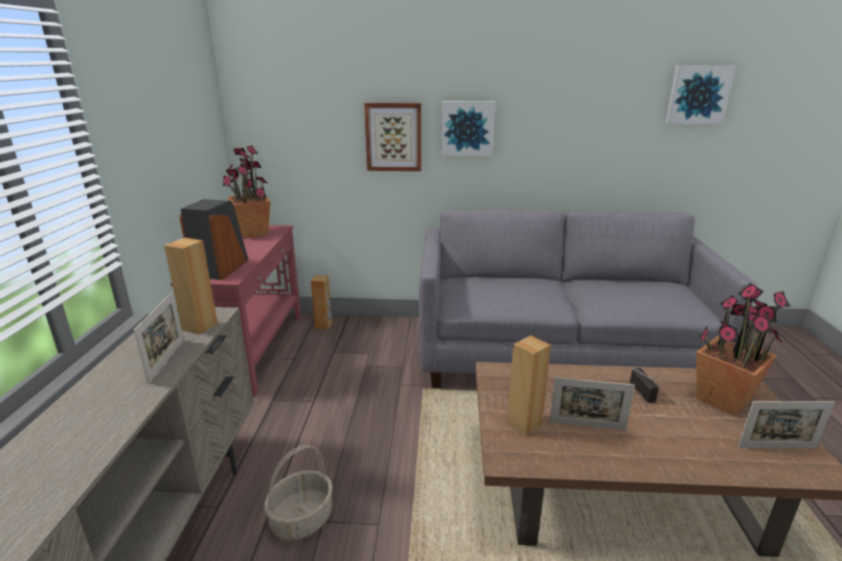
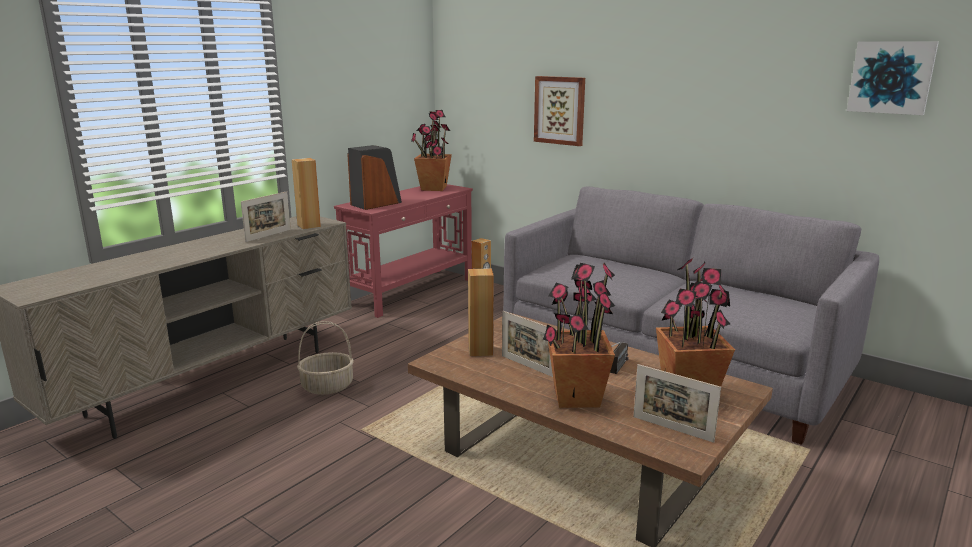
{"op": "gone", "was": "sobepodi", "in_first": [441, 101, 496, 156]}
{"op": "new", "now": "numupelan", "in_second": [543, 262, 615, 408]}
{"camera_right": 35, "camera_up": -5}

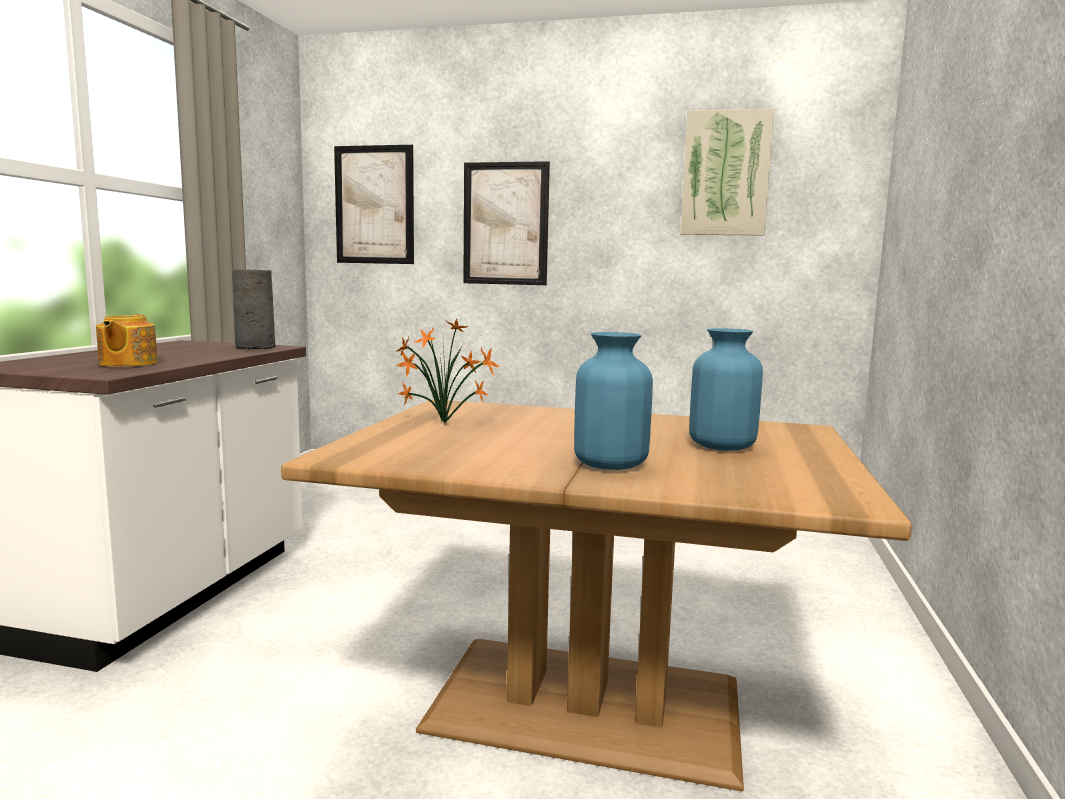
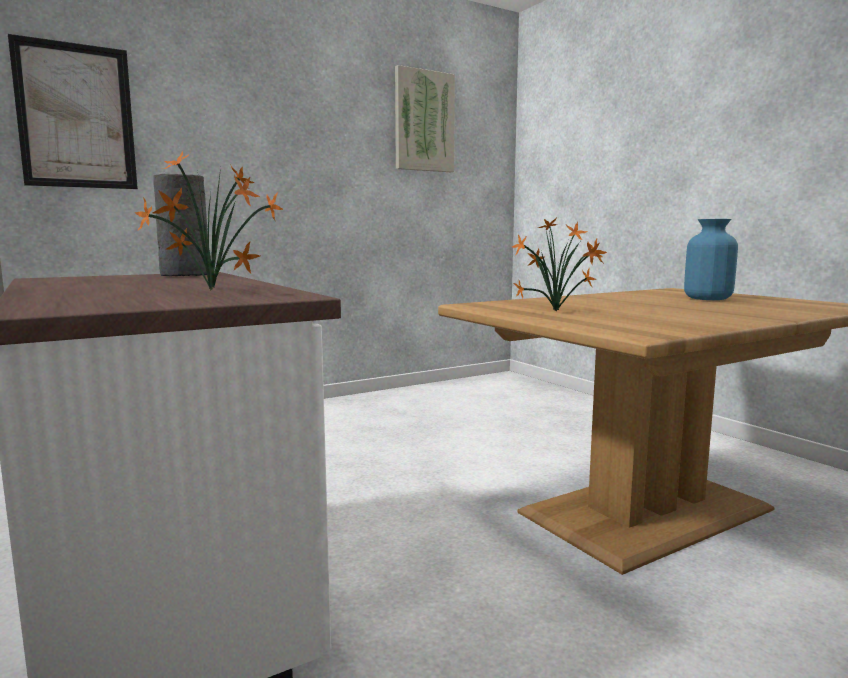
{"op": "gone", "was": "sobepodi", "in_first": [463, 161, 550, 285]}
{"op": "gone", "was": "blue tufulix", "in_first": [574, 332, 653, 470]}
{"op": "swapped", "was": "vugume", "now": "numupelan", "in_first": [96, 314, 158, 367], "in_second": [135, 151, 283, 290]}
{"camera_right": -45, "camera_up": 0}

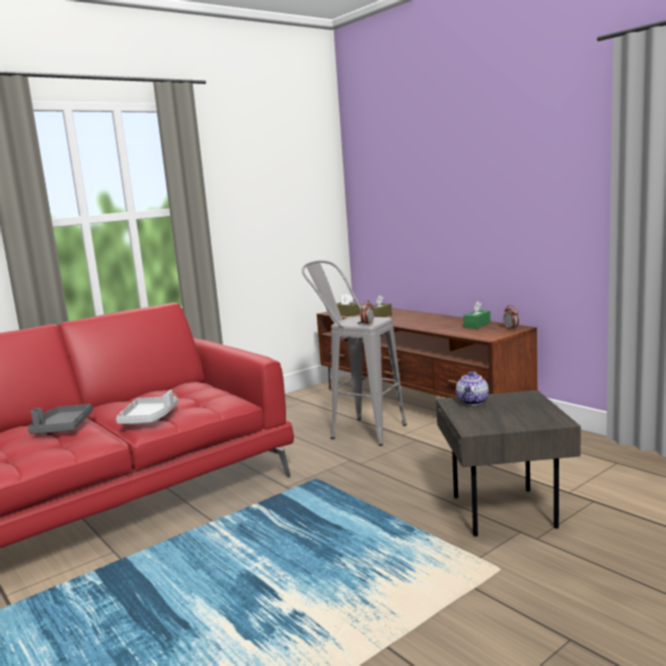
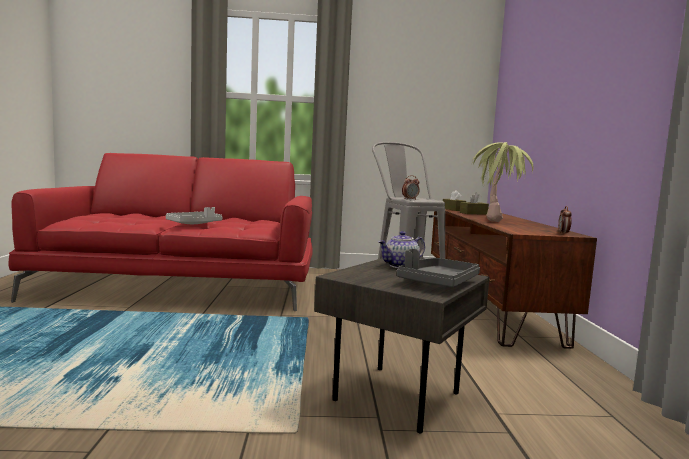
{"op": "gone", "was": "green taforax", "in_first": [463, 301, 490, 329]}
{"op": "new", "now": "numupelan", "in_second": [472, 142, 533, 222]}
{"op": "shifted", "was": "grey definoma", "in_first": [28, 404, 93, 434], "in_second": [397, 249, 480, 287]}
{"camera_right": 35, "camera_up": -5}

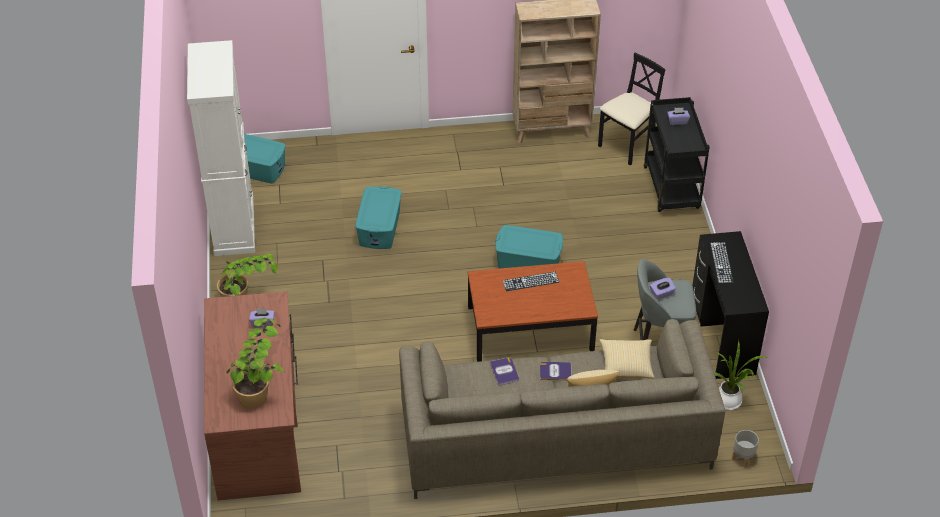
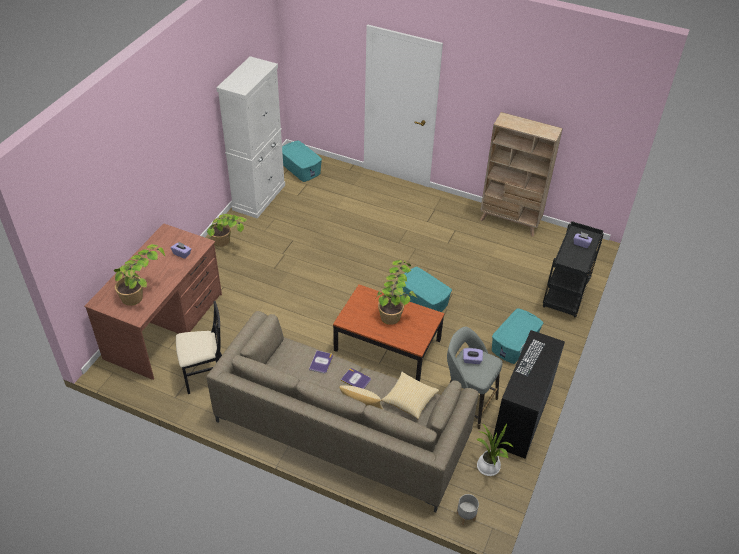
{"op": "shifted", "was": "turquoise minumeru", "in_first": [355, 186, 402, 249], "in_second": [492, 308, 543, 364]}
{"op": "shifted", "was": "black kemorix", "in_first": [598, 53, 666, 165], "in_second": [176, 301, 222, 394]}
{"op": "swapped", "was": "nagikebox", "now": "numupelan", "in_first": [502, 271, 559, 291], "in_second": [375, 260, 417, 325]}
{"camera_right": 30, "camera_up": 0}

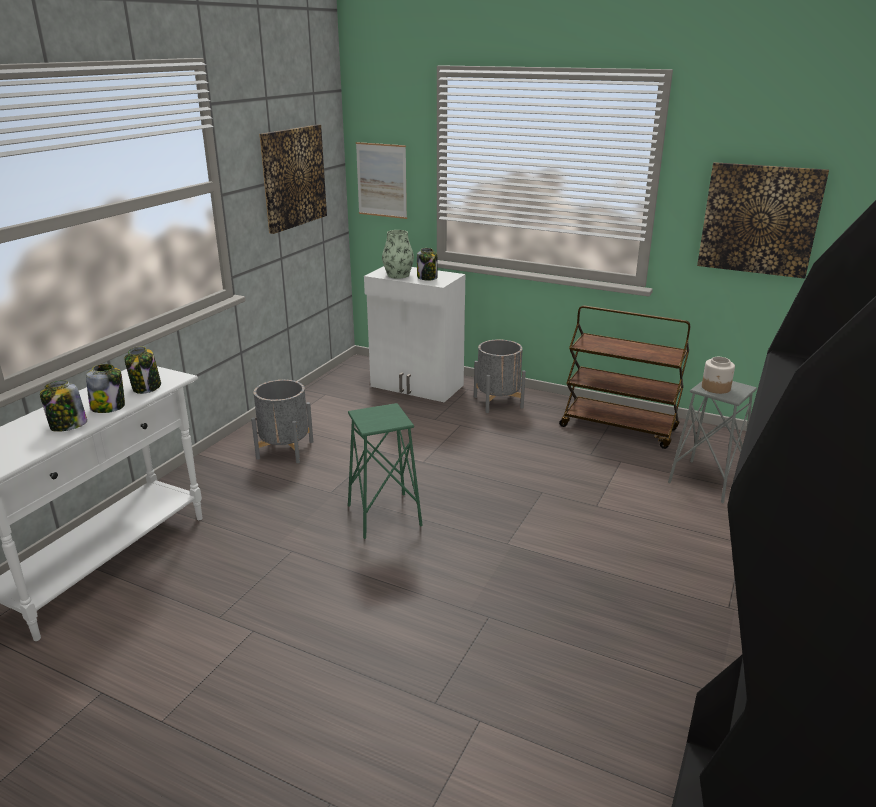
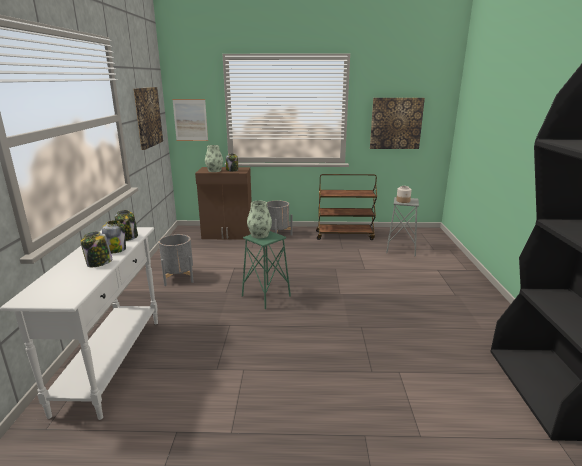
{"op": "new", "now": "tufulix", "in_second": [247, 201, 272, 238]}
{"op": "repainted", "was": "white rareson", "now": "brown rareson", "in_first": [364, 266, 465, 402], "in_second": [195, 167, 252, 240]}
{"camera_right": -25, "camera_up": -5}

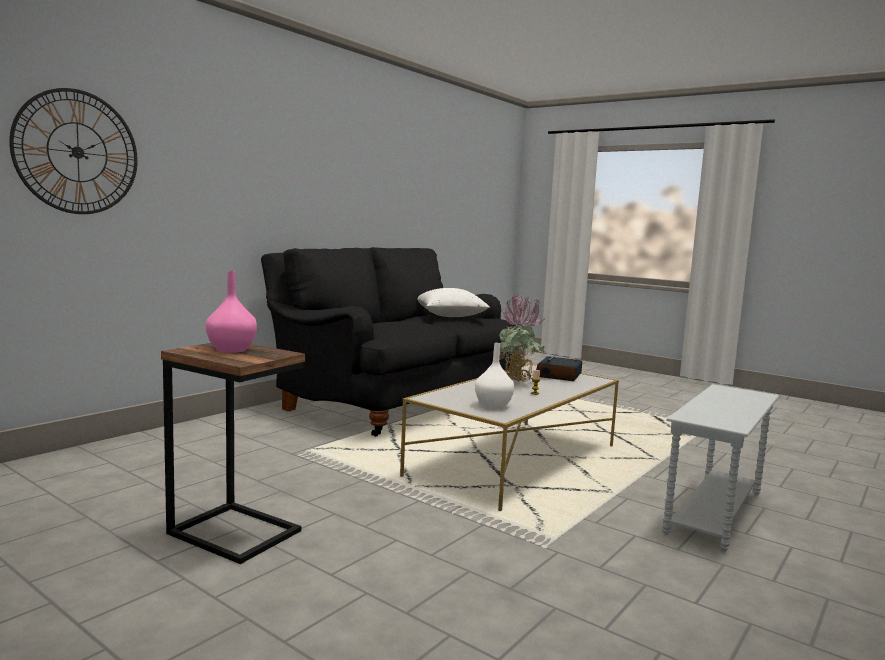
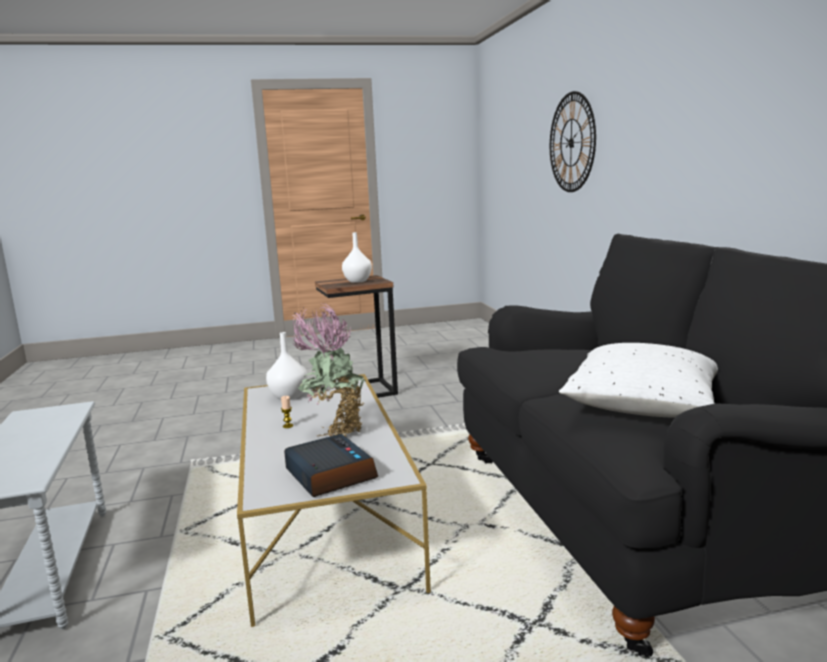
{"op": "repainted", "was": "pink tufulix", "now": "white tufulix", "in_first": [206, 271, 257, 353], "in_second": [342, 232, 372, 283]}
{"camera_right": 130, "camera_up": 5}

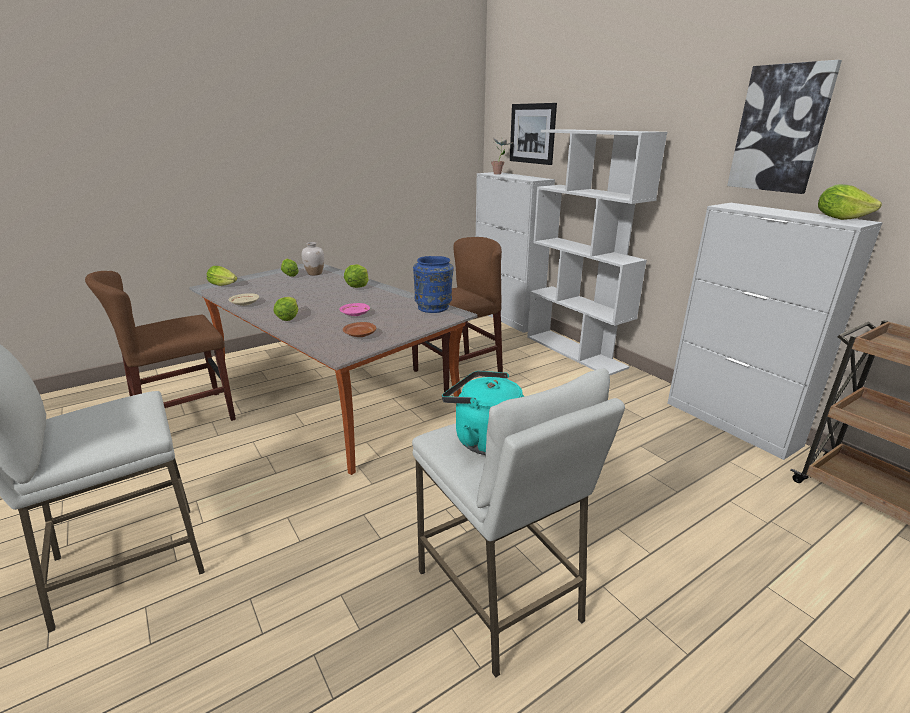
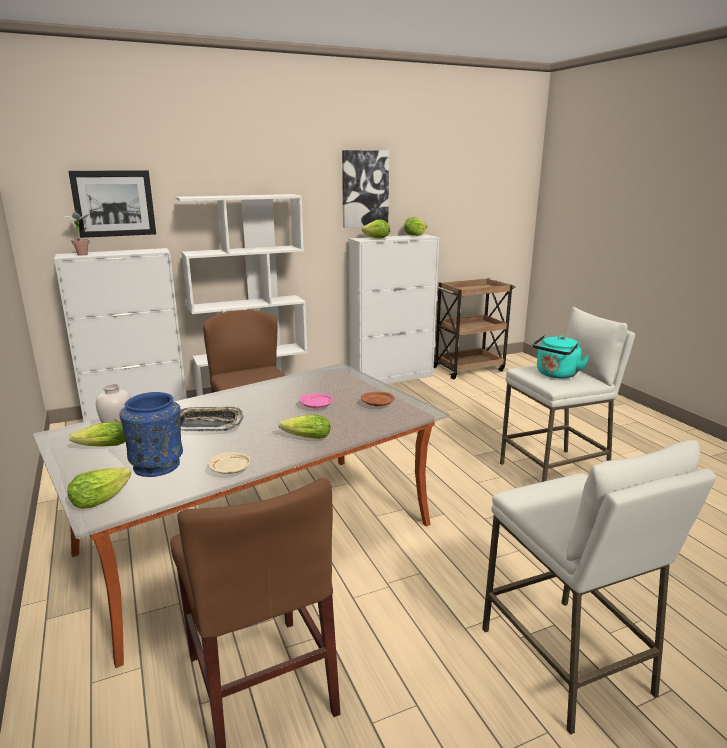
{"op": "new", "now": "definoma", "in_second": [180, 406, 244, 431]}
{"op": "shifted", "was": "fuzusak", "in_first": [344, 264, 369, 288], "in_second": [362, 220, 390, 239]}
{"op": "shifted", "was": "blue tufulix", "in_first": [413, 256, 454, 313], "in_second": [119, 392, 183, 477]}
{"camera_right": -80, "camera_up": -5}

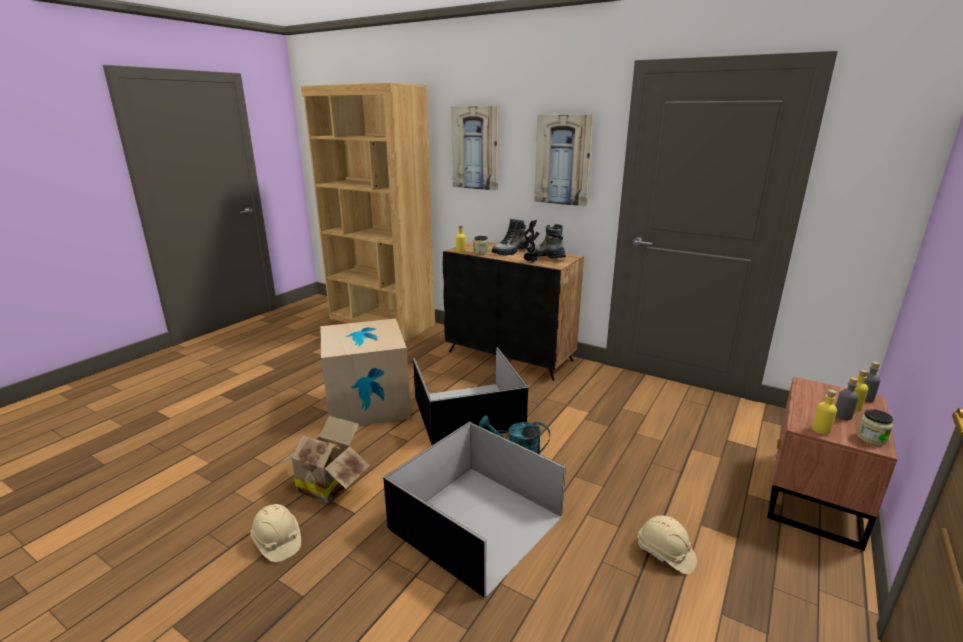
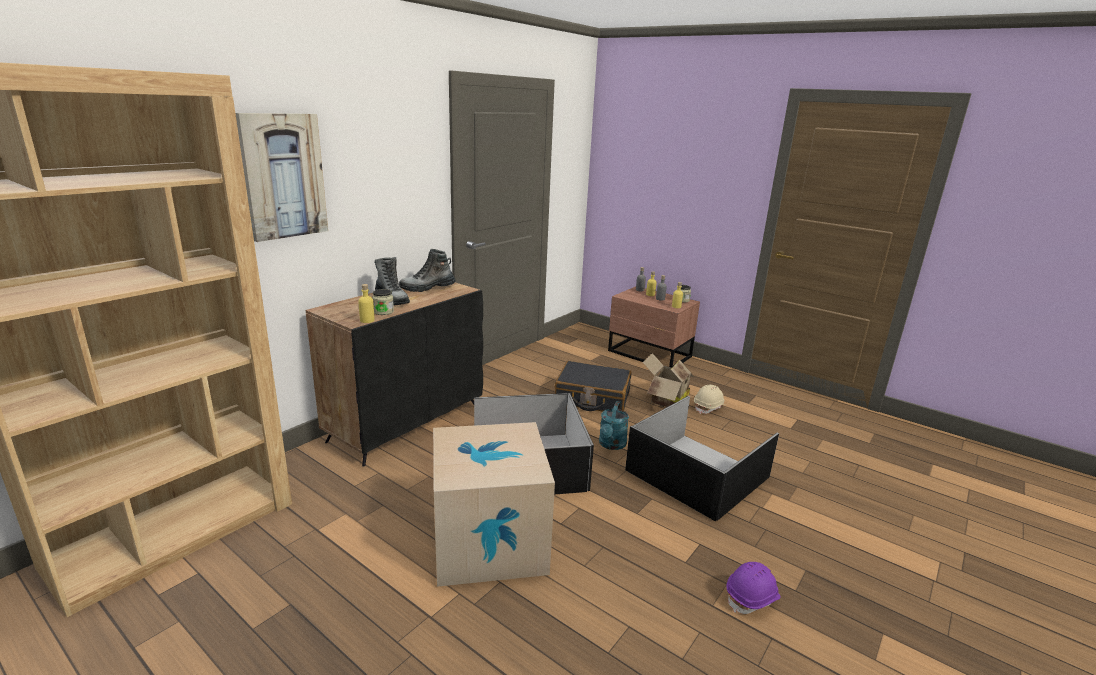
{"op": "gone", "was": "numupelan", "in_first": [524, 220, 539, 263]}
{"op": "gone", "was": "sobepodi", "in_first": [534, 114, 594, 206]}
{"op": "new", "now": "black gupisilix", "in_second": [555, 361, 632, 412]}
{"op": "shifted", "was": "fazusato", "in_first": [277, 416, 370, 503], "in_second": [643, 353, 693, 408]}
{"op": "repainted", "was": "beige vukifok", "now": "purple vukifok", "in_first": [250, 504, 301, 562], "in_second": [726, 562, 781, 614]}
{"camera_right": -85, "camera_up": 0}

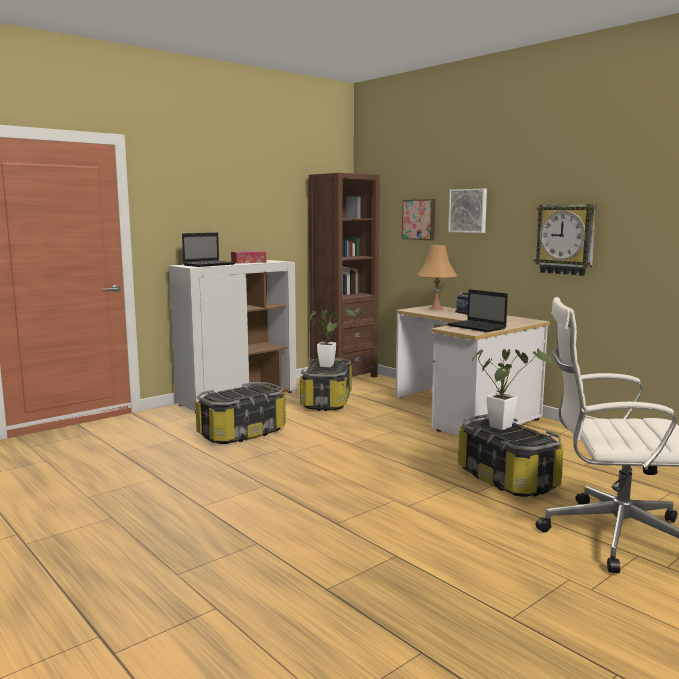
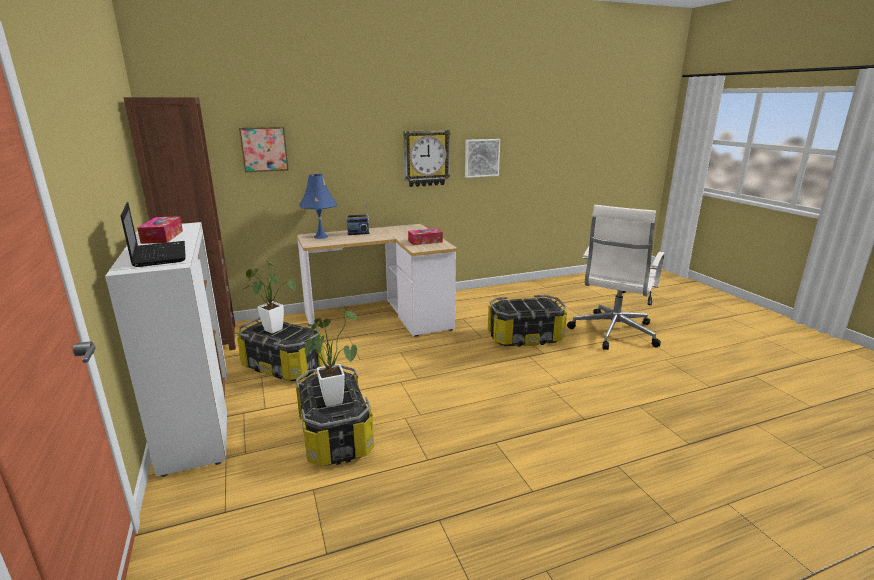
{"op": "shifted", "was": "sobepodi", "in_first": [448, 189, 487, 233], "in_second": [465, 139, 500, 178]}
{"op": "shifted", "was": "numupelan", "in_first": [472, 348, 551, 430], "in_second": [304, 311, 357, 407]}
{"op": "swapped", "was": "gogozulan", "now": "taforax", "in_first": [448, 289, 508, 332], "in_second": [408, 228, 443, 245]}
{"op": "repainted", "was": "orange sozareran", "now": "blue sozareran", "in_first": [417, 245, 458, 310], "in_second": [299, 174, 337, 239]}
{"camera_right": -70, "camera_up": 10}

